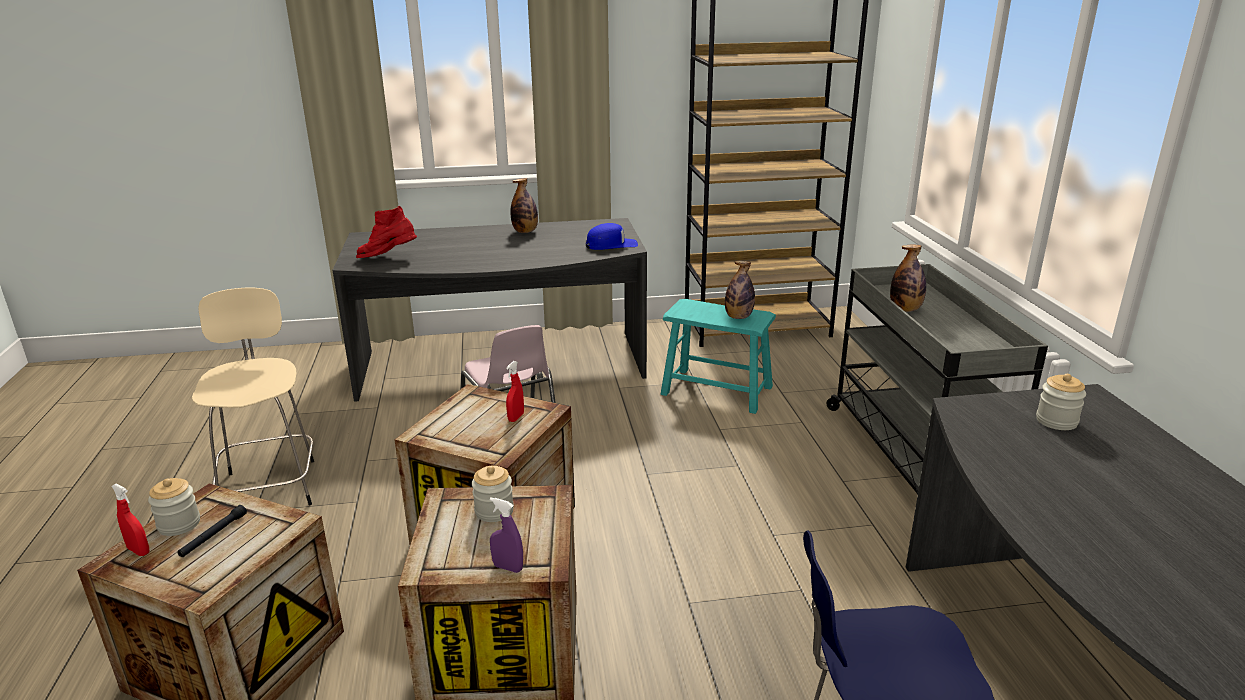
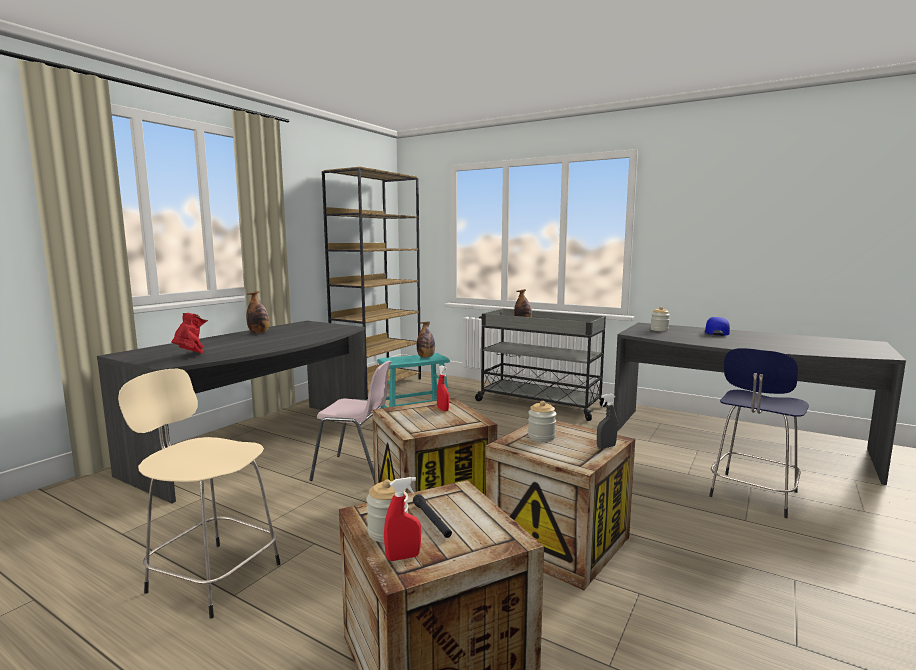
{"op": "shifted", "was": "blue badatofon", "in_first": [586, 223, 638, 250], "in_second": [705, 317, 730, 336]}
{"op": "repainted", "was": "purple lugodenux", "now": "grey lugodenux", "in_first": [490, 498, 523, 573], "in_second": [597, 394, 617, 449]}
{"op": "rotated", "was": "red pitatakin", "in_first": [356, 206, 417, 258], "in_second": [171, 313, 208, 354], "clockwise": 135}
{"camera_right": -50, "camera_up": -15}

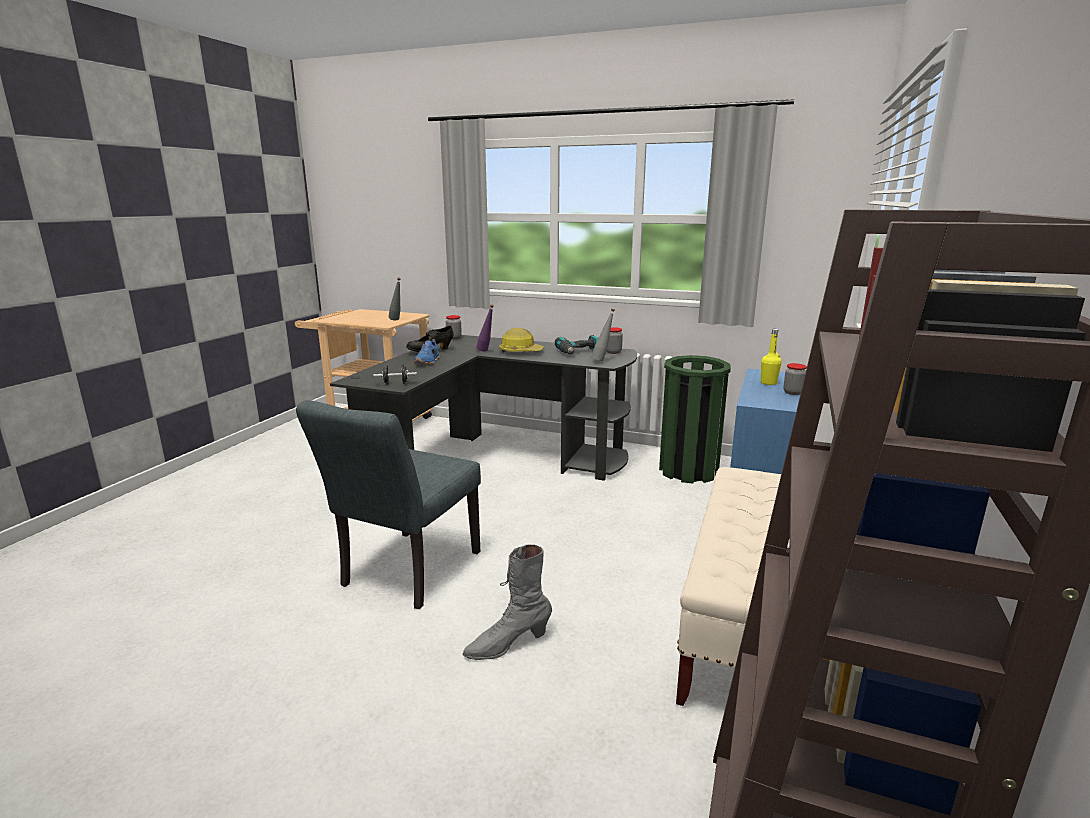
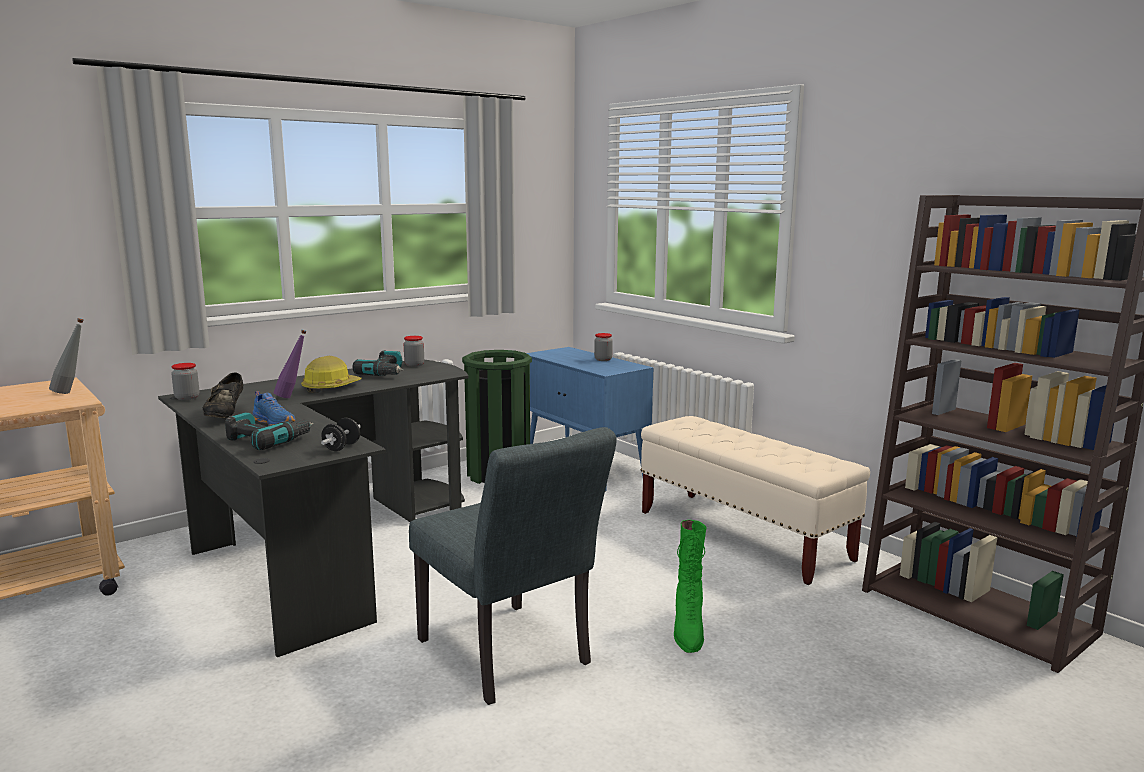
{"op": "gone", "was": "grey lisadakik", "in_first": [591, 309, 615, 362]}
{"op": "gone", "was": "yellow lisadakik", "in_first": [761, 329, 781, 385]}
{"op": "new", "now": "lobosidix", "in_second": [225, 412, 314, 450]}
{"op": "repainted", "was": "grey pitatakin", "now": "green pitatakin", "in_first": [462, 544, 552, 660], "in_second": [674, 520, 706, 653]}
{"camera_right": -60, "camera_up": -5}

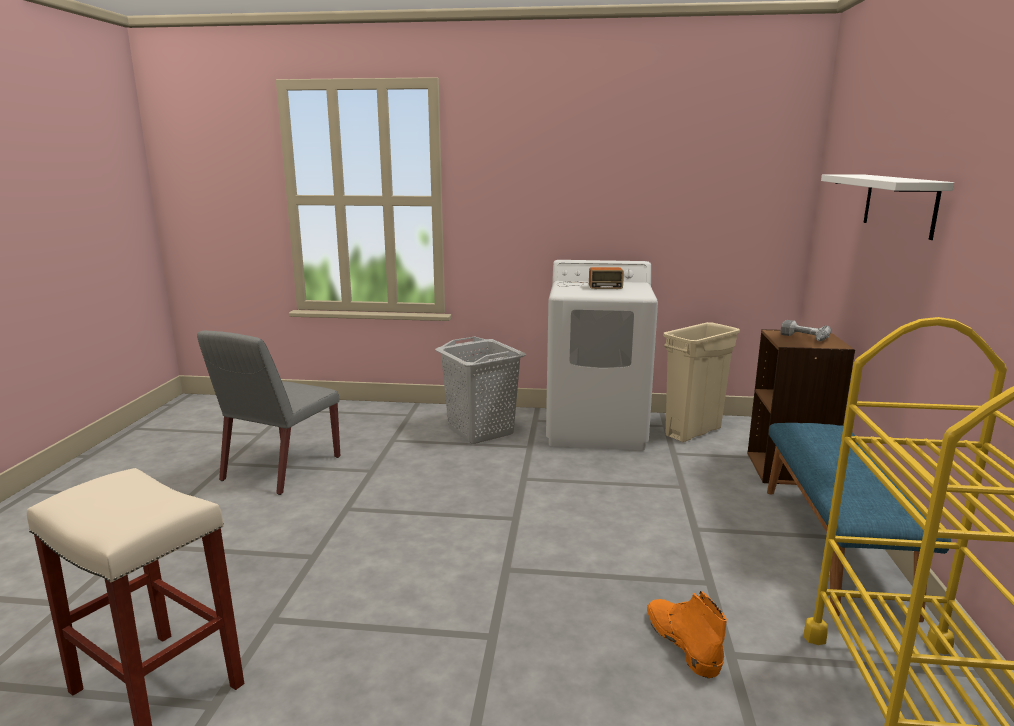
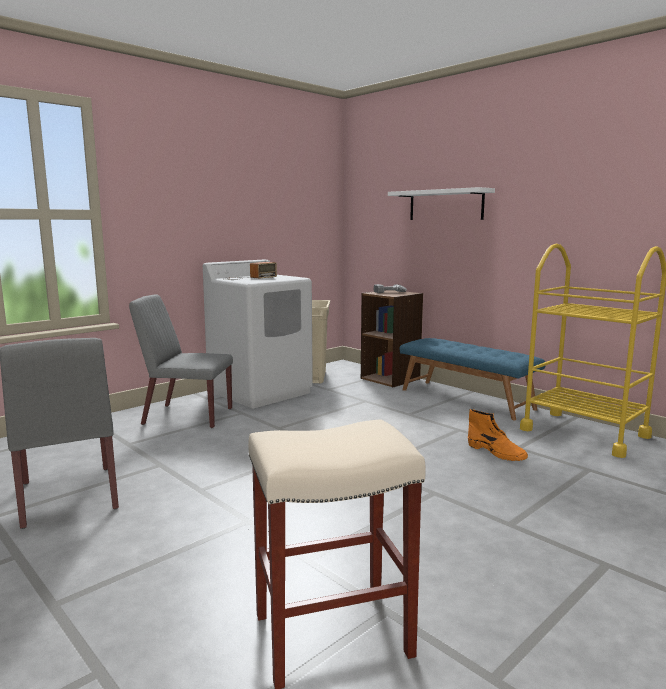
{"op": "swapped", "was": "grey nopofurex", "now": "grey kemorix", "in_first": [435, 336, 526, 444], "in_second": [129, 294, 233, 428]}
{"op": "rotated", "was": "orange pitatakin", "in_first": [647, 591, 727, 679], "in_second": [468, 409, 528, 461], "clockwise": -150}
{"camera_right": -50, "camera_up": -5}

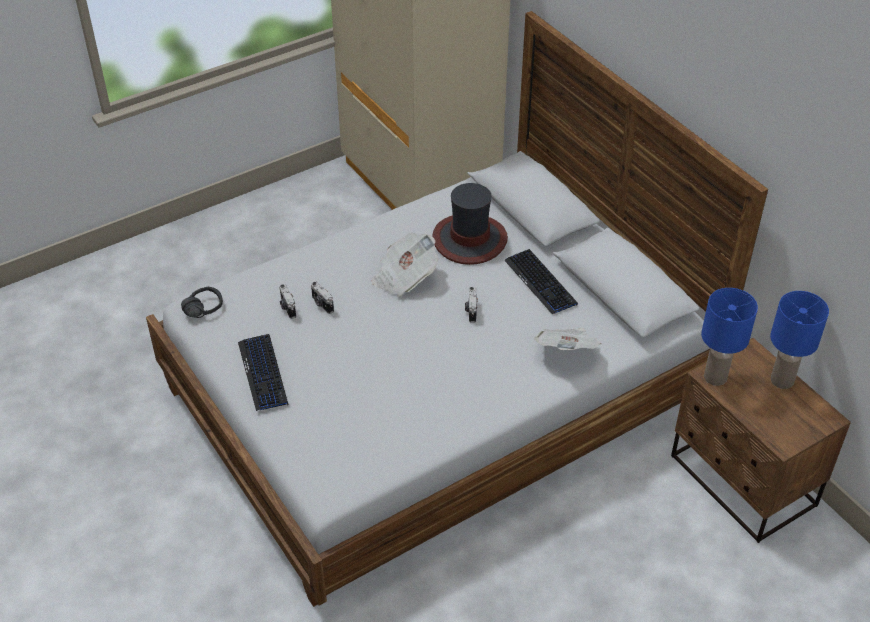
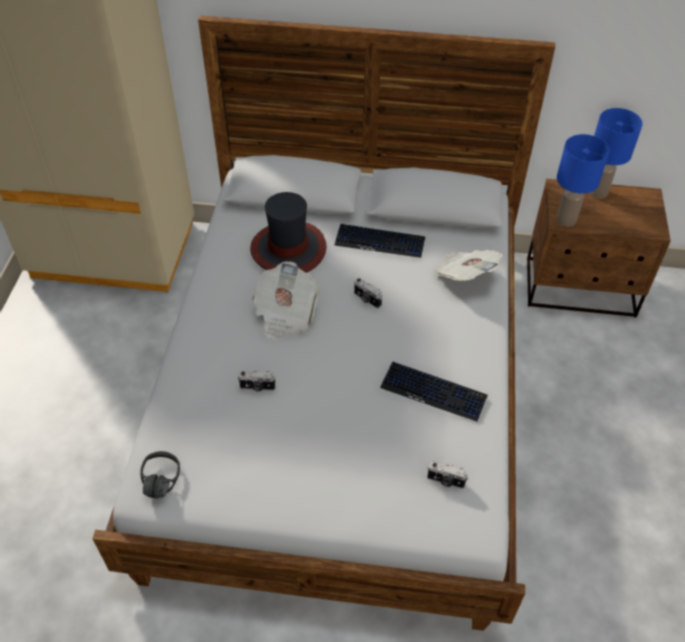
{"op": "shifted", "was": "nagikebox", "in_first": [238, 334, 288, 411], "in_second": [380, 362, 488, 422]}
{"op": "shifted", "was": "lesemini", "in_first": [279, 284, 296, 319], "in_second": [427, 461, 468, 489]}
{"camera_right": -50, "camera_up": 5}

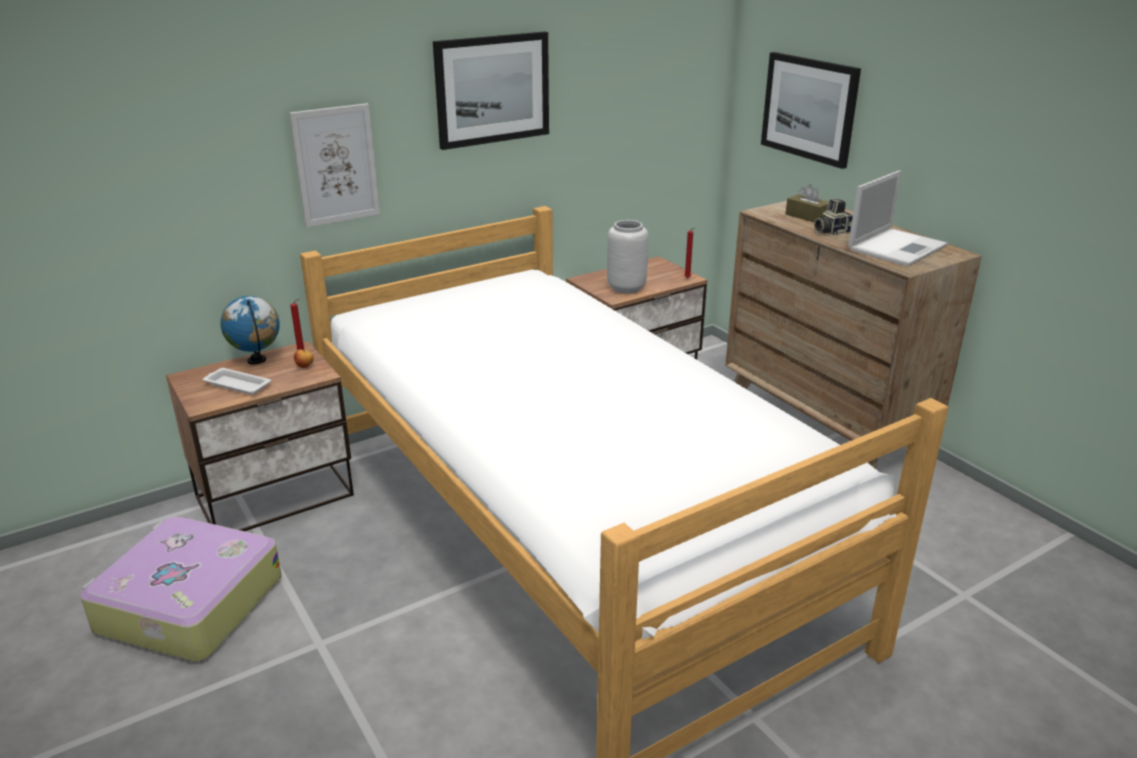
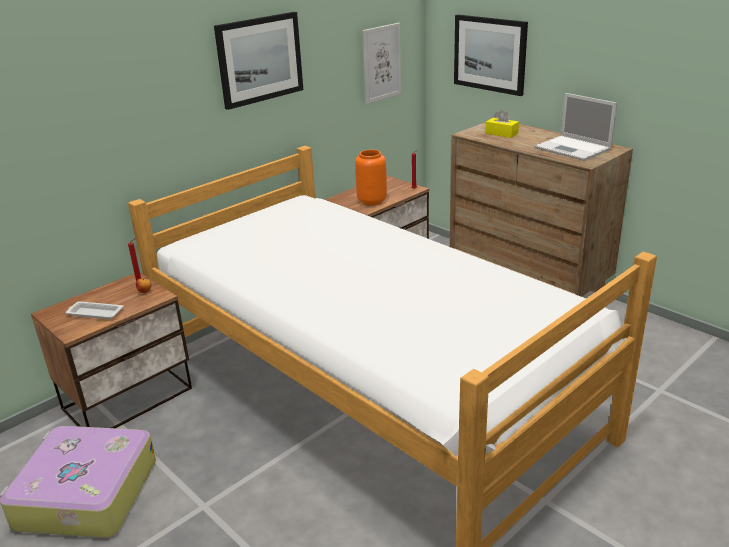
{"op": "gone", "was": "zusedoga", "in_first": [220, 296, 280, 364]}
{"op": "gone", "was": "lesemini", "in_first": [814, 198, 853, 236]}
{"op": "shifted", "was": "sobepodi", "in_first": [289, 103, 380, 228], "in_second": [363, 23, 401, 104]}
{"op": "repainted", "was": "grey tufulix", "now": "orange tufulix", "in_first": [607, 220, 649, 294], "in_second": [355, 150, 387, 206]}
{"op": "repainted", "was": "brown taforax", "now": "yellow taforax", "in_first": [786, 184, 828, 223], "in_second": [485, 109, 519, 138]}
{"op": "rotated", "was": "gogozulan", "in_first": [848, 170, 948, 266], "in_second": [535, 93, 617, 161], "clockwise": 105}
{"camera_right": -10, "camera_up": 0}

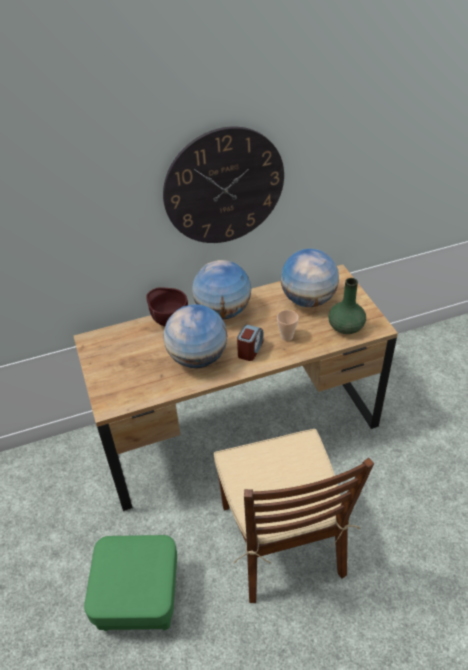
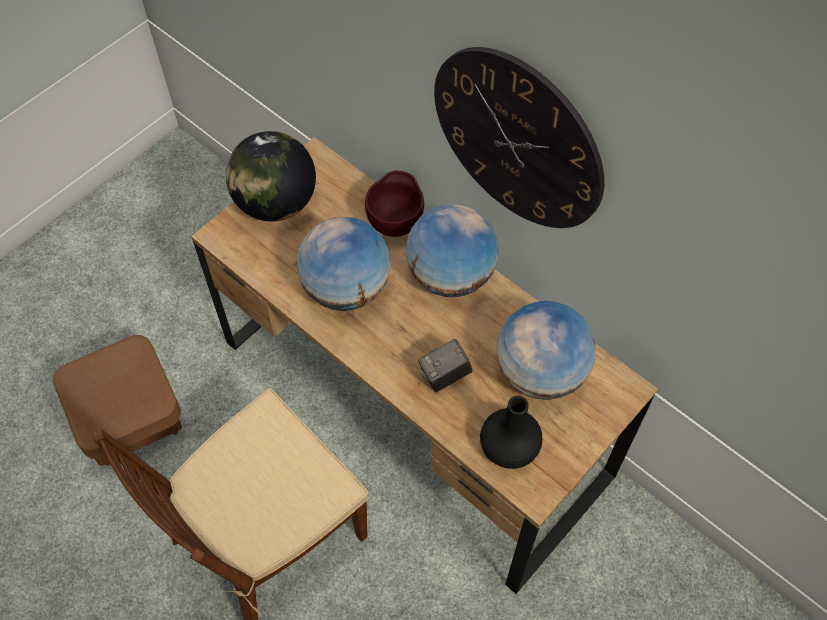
{"op": "gone", "was": "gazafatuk", "in_first": [237, 324, 264, 361]}
{"op": "new", "now": "zusedoga", "in_second": [226, 131, 316, 221]}
{"op": "swapped", "was": "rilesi", "now": "lesemini", "in_first": [277, 310, 299, 341], "in_second": [418, 339, 473, 392]}
{"op": "repainted", "was": "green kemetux", "now": "brown kemetux", "in_first": [84, 535, 177, 631], "in_second": [53, 335, 182, 466]}
{"op": "repainted", "was": "green tufulix", "now": "black tufulix", "in_first": [328, 278, 366, 334], "in_second": [480, 396, 542, 469]}
{"camera_right": 60, "camera_up": 15}

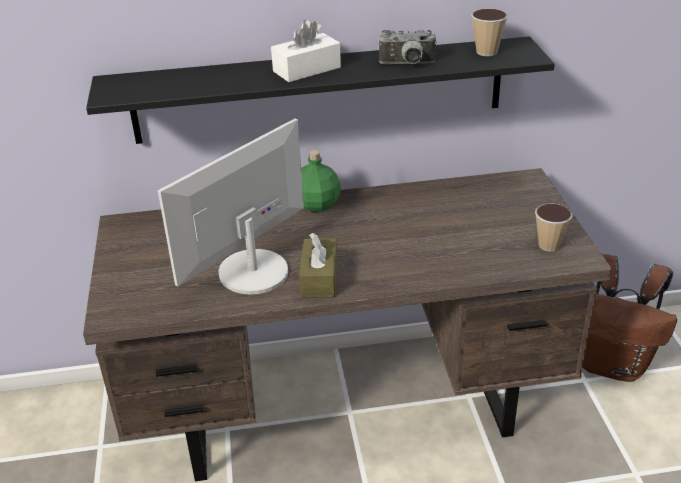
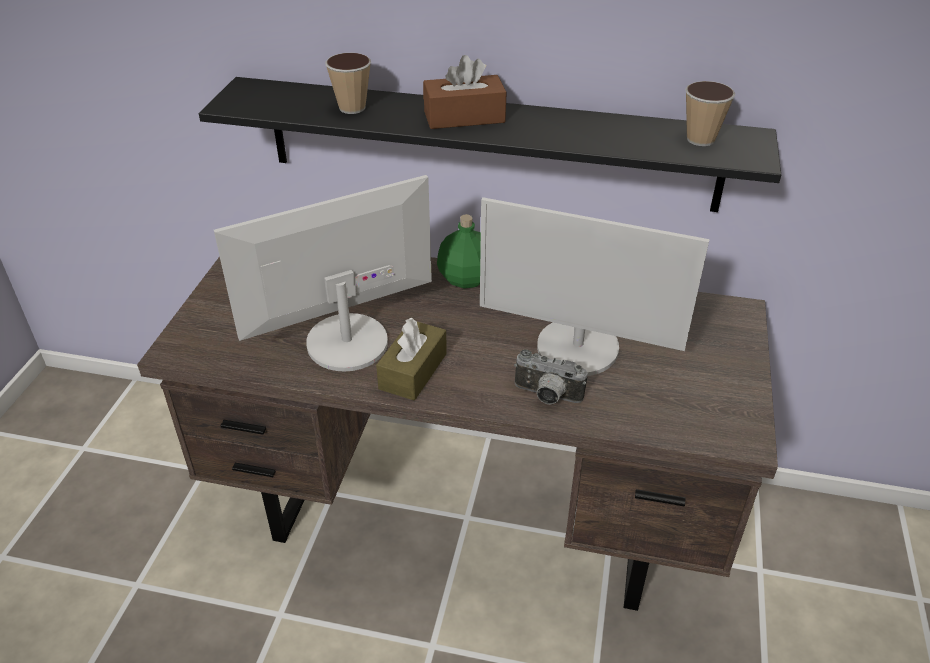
{"op": "gone", "was": "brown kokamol", "in_first": [582, 254, 677, 382]}
{"op": "new", "now": "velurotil", "in_second": [480, 197, 710, 376]}
{"op": "shifted", "was": "lesemini", "in_first": [379, 30, 437, 64], "in_second": [514, 349, 587, 404]}
{"op": "shifted", "was": "rilesi", "in_first": [535, 203, 572, 252], "in_second": [325, 52, 371, 114]}
{"op": "repainted", "was": "white taforax", "now": "brown taforax", "in_first": [271, 20, 341, 82], "in_second": [423, 55, 506, 129]}
{"camera_right": 20, "camera_up": 5}

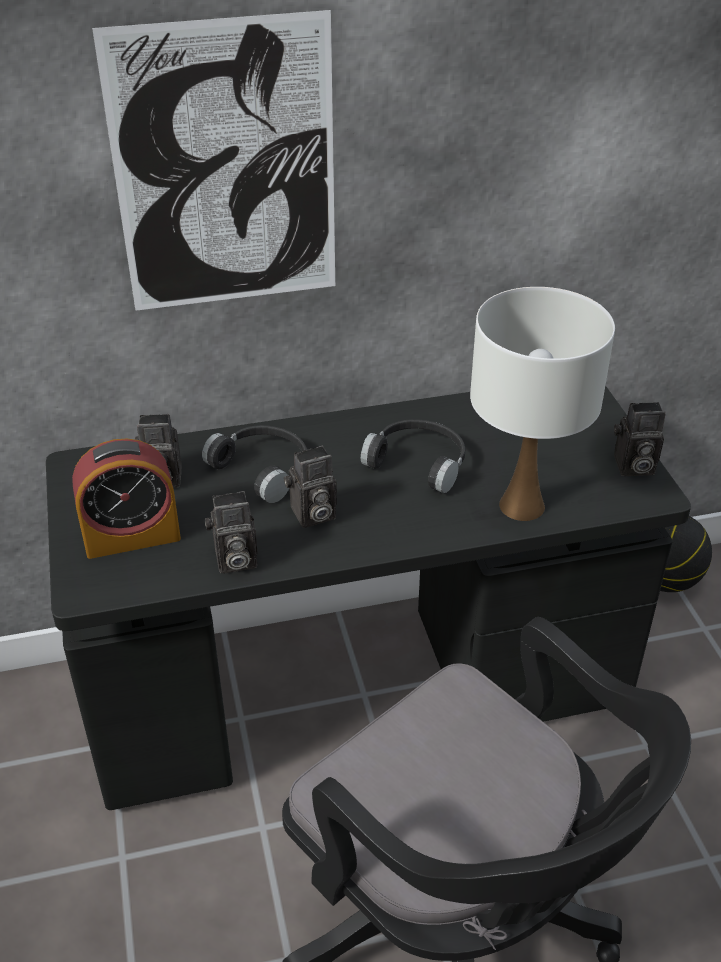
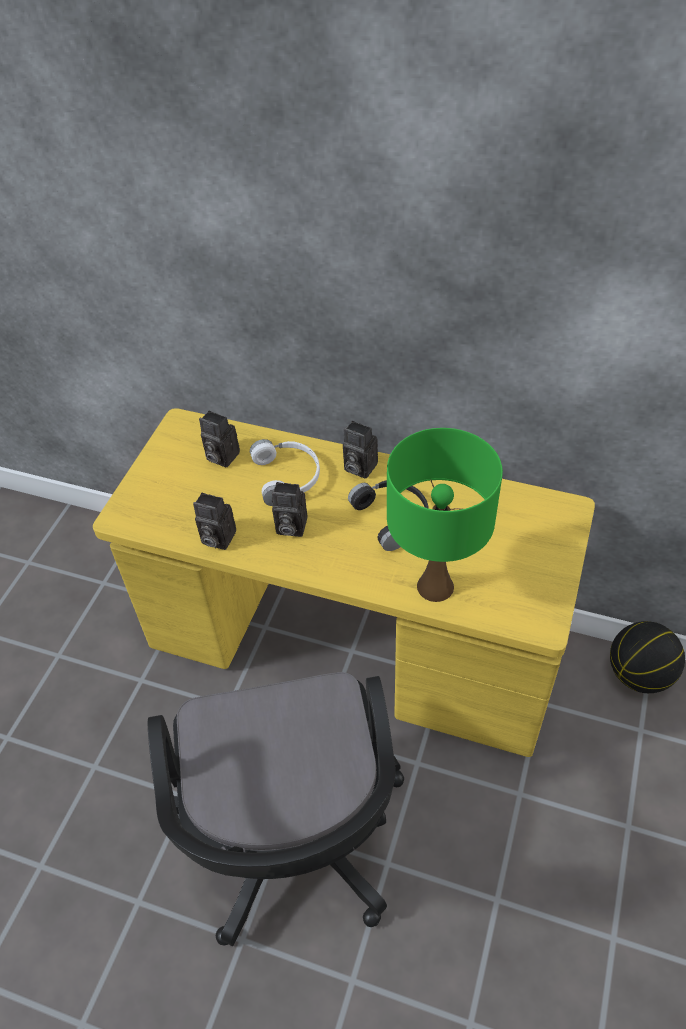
{"op": "gone", "was": "gazafatuk", "in_first": [72, 438, 181, 559]}
{"op": "gone", "was": "sobepodi", "in_first": [92, 10, 335, 311]}
{"op": "shifted", "was": "lesemini", "in_first": [614, 402, 666, 476], "in_second": [343, 421, 378, 479]}
{"op": "repainted", "was": "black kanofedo", "now": "yellow kanofedo", "in_first": [46, 385, 691, 810], "in_second": [93, 408, 595, 757]}
{"op": "repainted", "was": "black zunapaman", "now": "white zunapaman", "in_first": [202, 425, 307, 503], "in_second": [250, 439, 320, 506]}
{"op": "repainted", "was": "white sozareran", "now": "green sozareran", "in_first": [470, 287, 615, 521], "in_second": [387, 428, 503, 602]}
{"camera_right": 35, "camera_up": 10}

